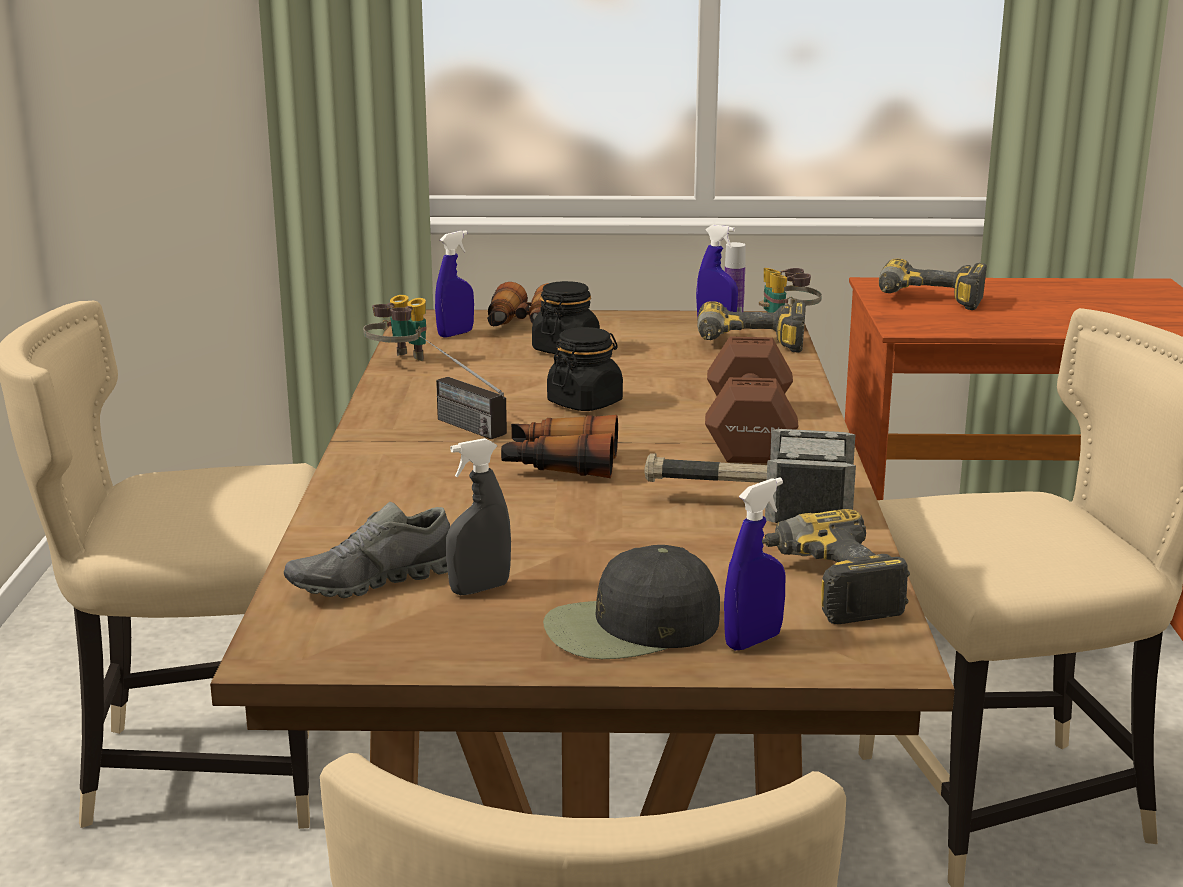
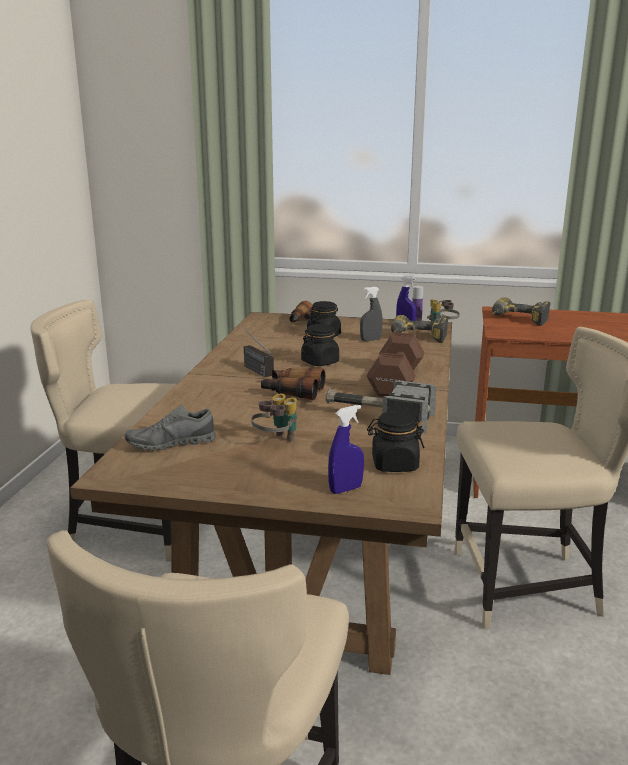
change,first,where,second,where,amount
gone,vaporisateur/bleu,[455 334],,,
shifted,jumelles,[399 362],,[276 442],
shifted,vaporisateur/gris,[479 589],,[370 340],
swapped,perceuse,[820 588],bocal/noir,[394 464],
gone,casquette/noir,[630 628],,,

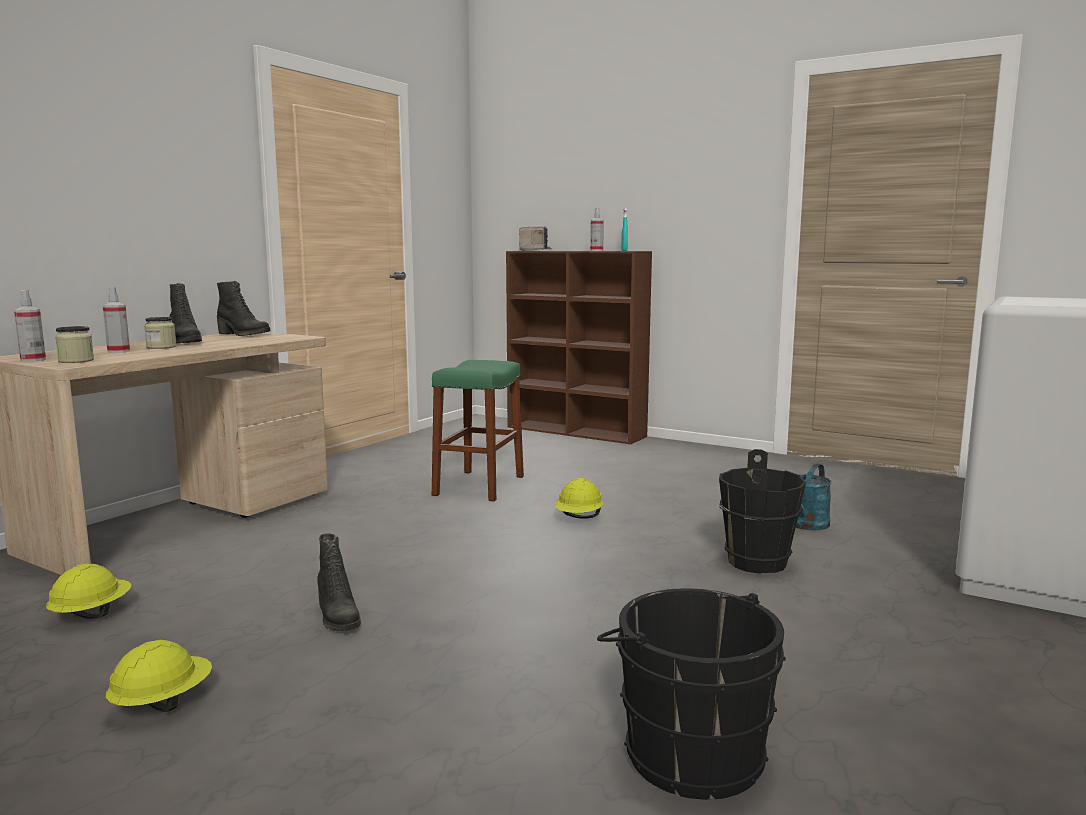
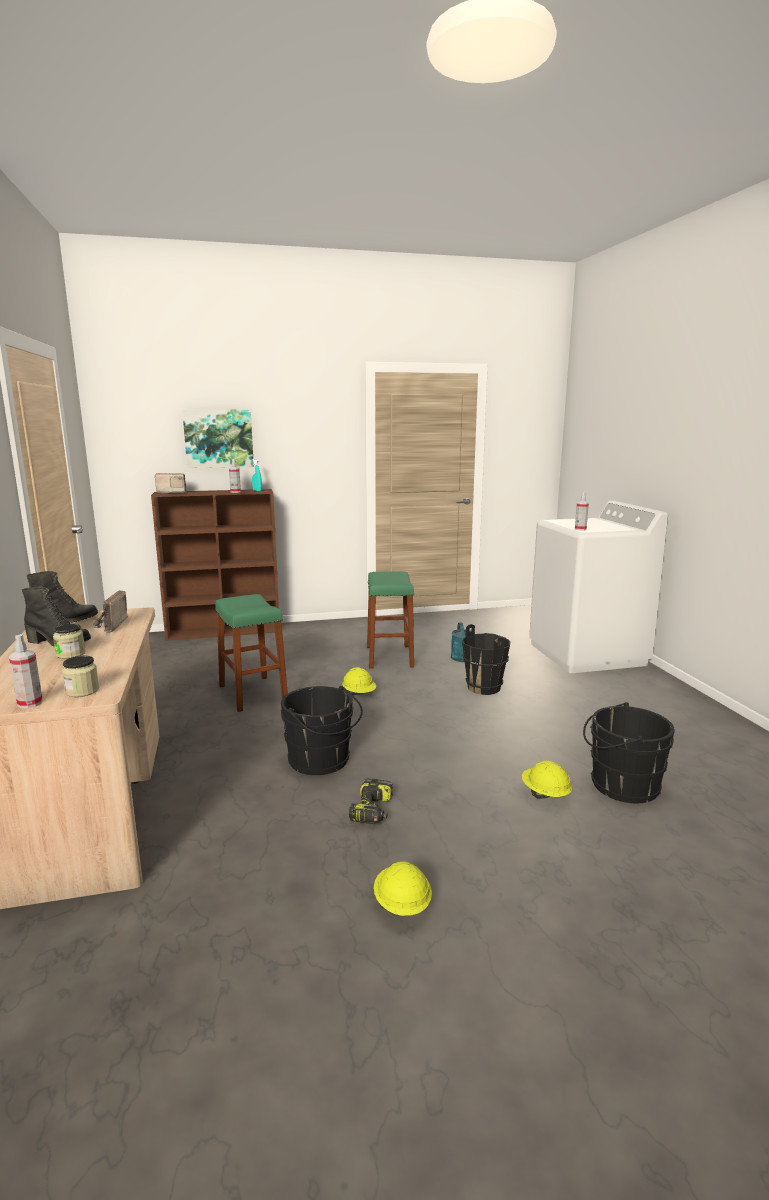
change,first,where,second,where,amount
shifted,vaporisateur,[118 351],,[580 529],
swapped,botte/noir,[337 618],perceuse,[373 811],
shifted,casque de chantier/jaune,[91 614],,[545 794],
new,,,tableau,[218 438],
new,,,tabouret/vert,[389 656],
new,,,radio,[109 626],
new,,,seau/noir,[321 761],

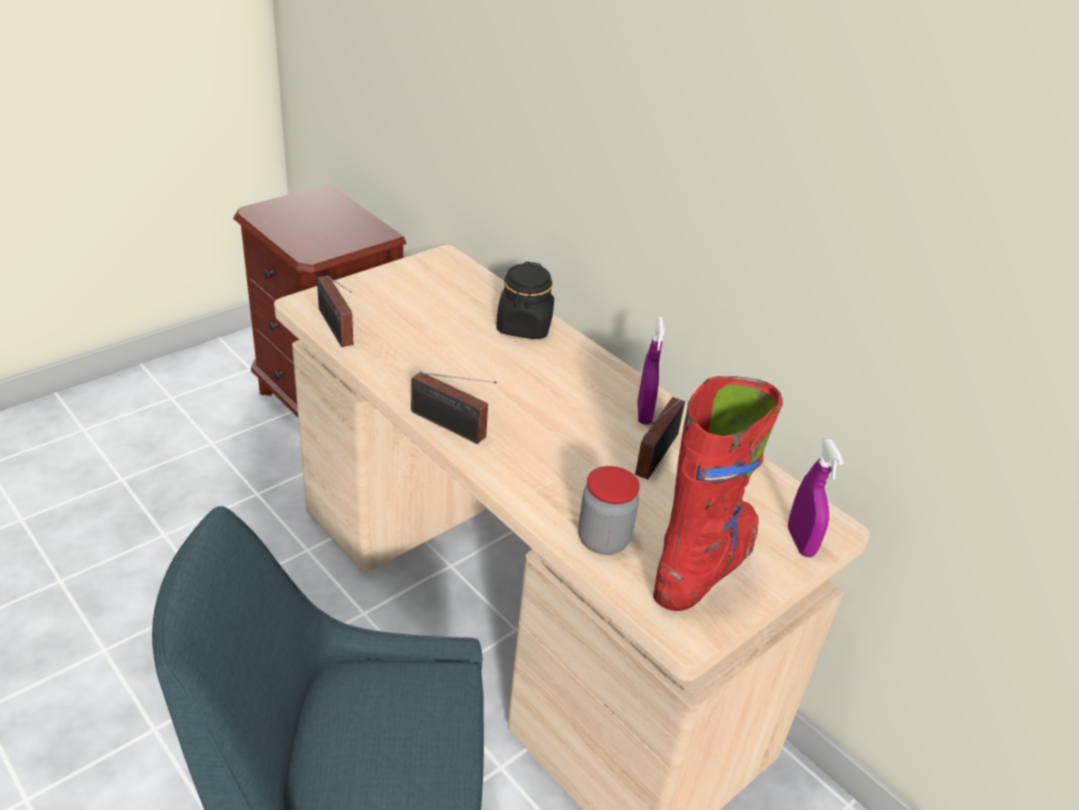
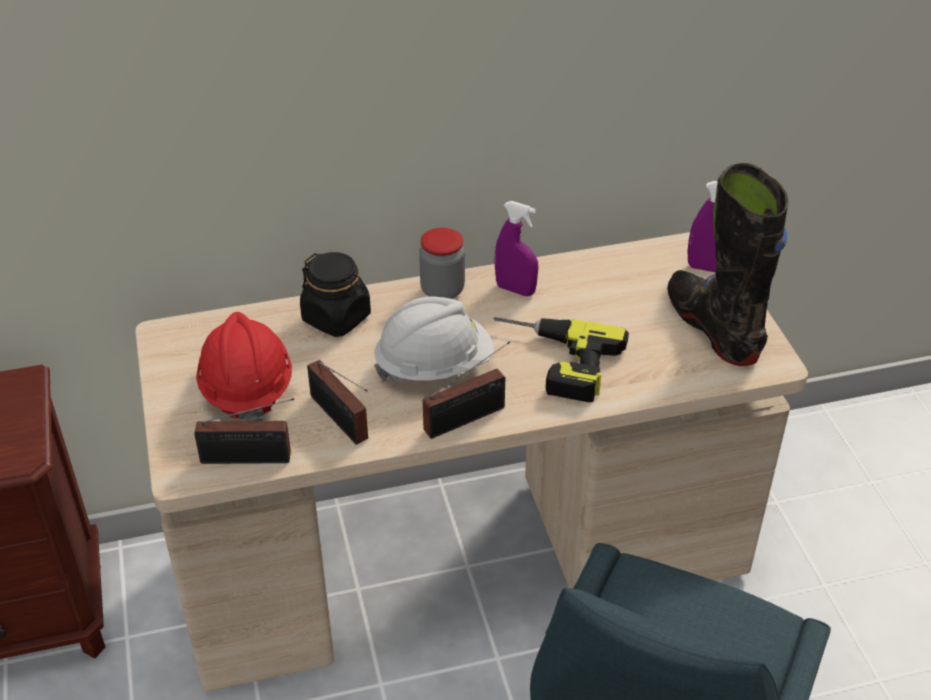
change,first,where,second,where,amount
repainted,botte/rouge,[704 567],botte/noir,[713 328],
shifted,radio,[654 456],,[340 420],
shifted,bocal,[603 540],,[442 290],
new,,,casque de chantier/blanc,[434 365],
new,,,casque de chantier/rouge,[246 388],
new,,,perceuse,[551 362],

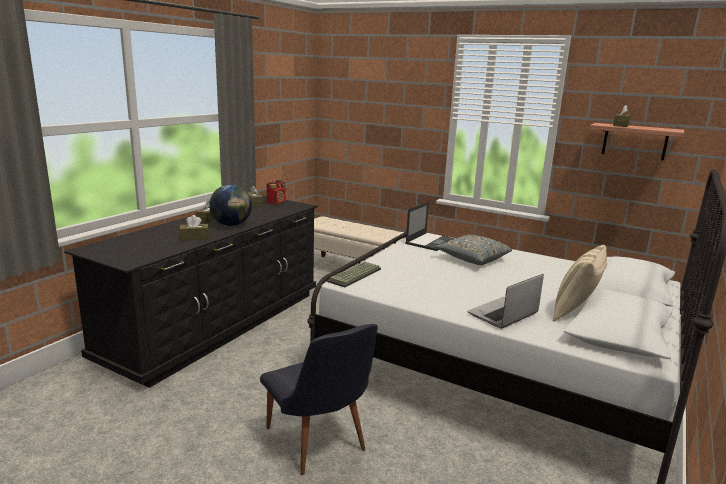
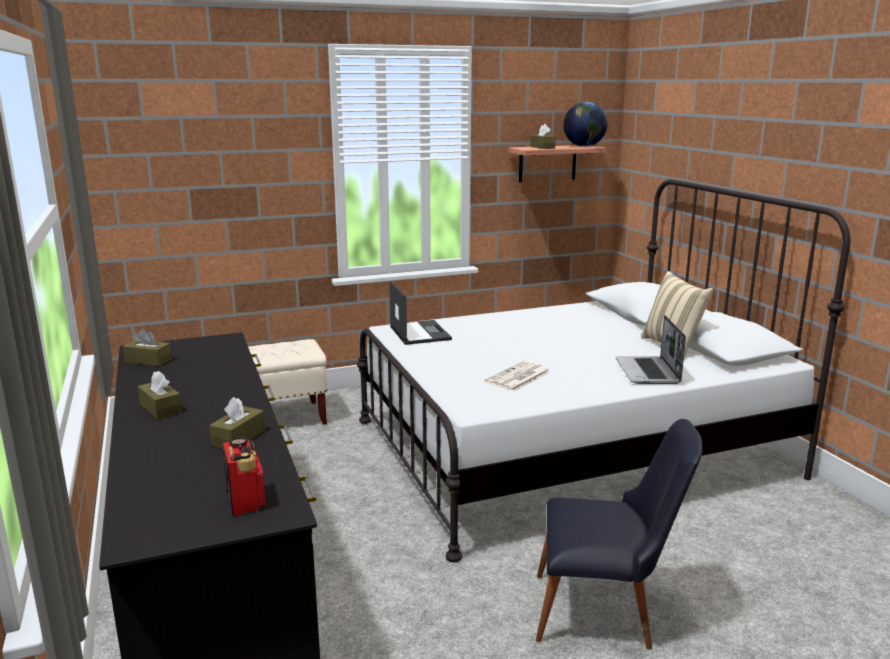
change,first,where,second,where,amount
shifted,radio,[276 202],,[245 501],
shifted,globe,[231 225],,[584 146],
gone,coussin/gris,[472 259],,,
gone,clavier,[355 275],,,
new,,,journal,[518 378],

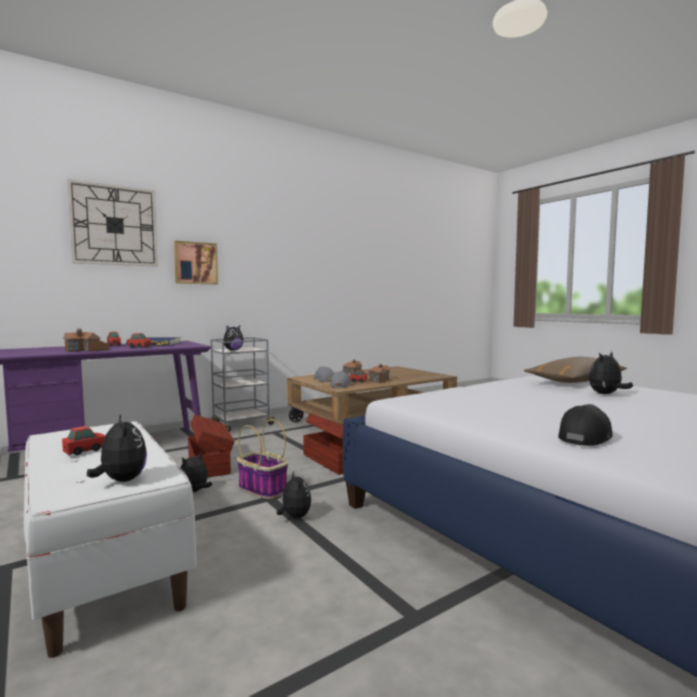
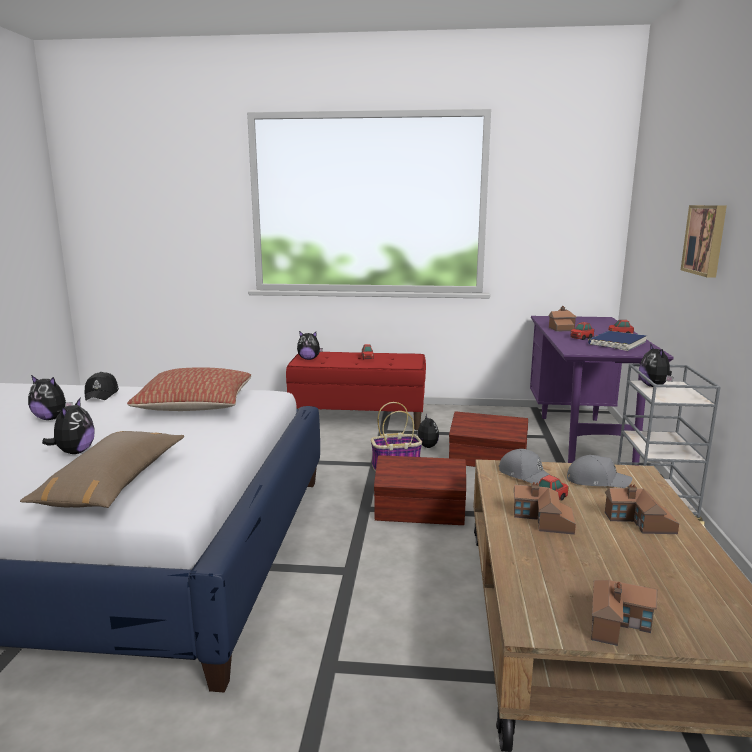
change,first,where,second,where,amount
gone,horloge murale,[114 225],,,
repainted,banc/blanc,[102 564],banc/rouge,[358 418],
shifted,peluche,[294 516],,[51 418],
new,,,coussin,[195 405],
new,,,maison miniature,[619 622],

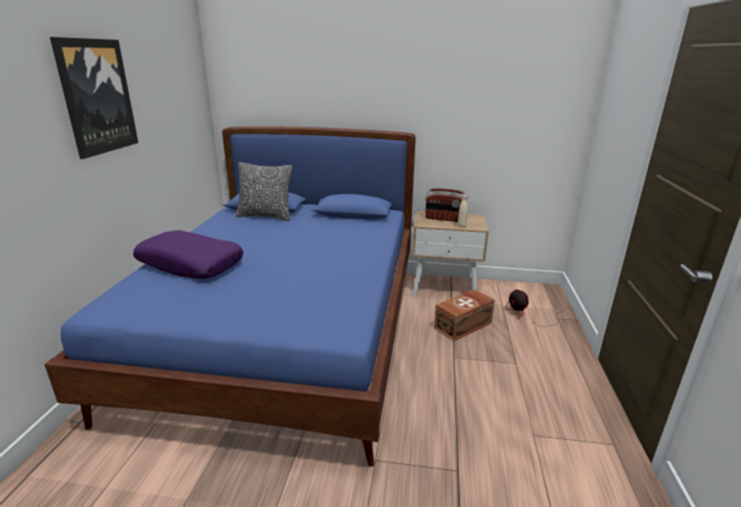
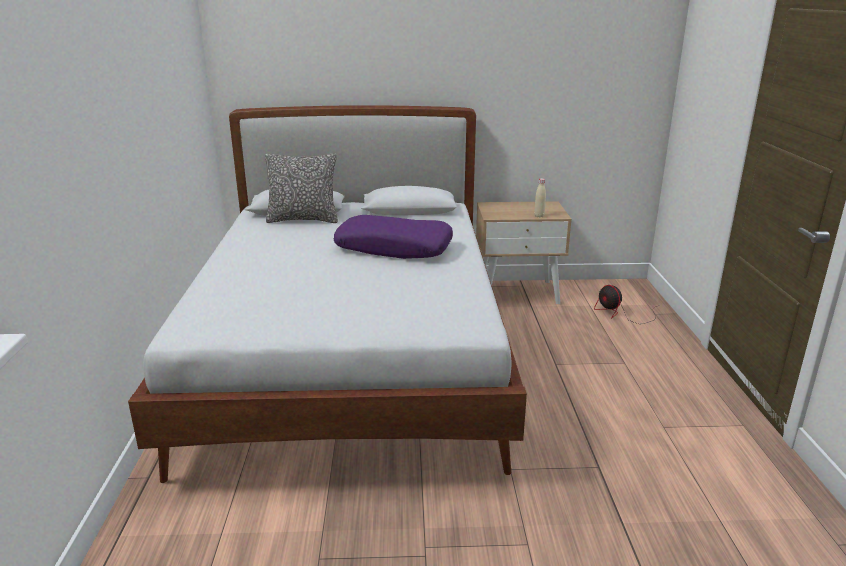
change,first,where,second,where,amount
gone,tableau,[97 97],,,
repainted,lit/bleu,[287 334],lit/blanc,[352 360],
gone,radio,[444 219],,,
shifted,coussin/violet,[191 264],,[394 248],
gone,boîte de rangement/marron,[464 325],,,

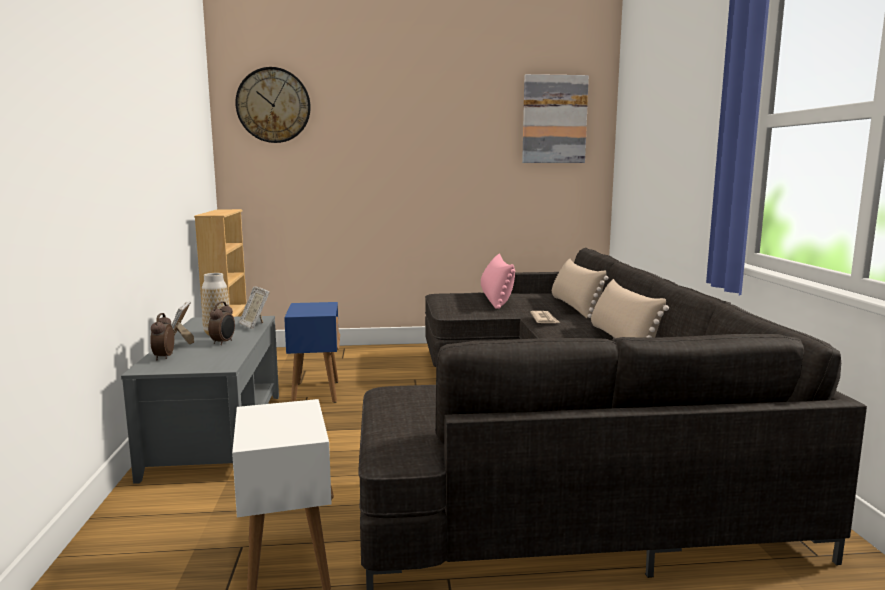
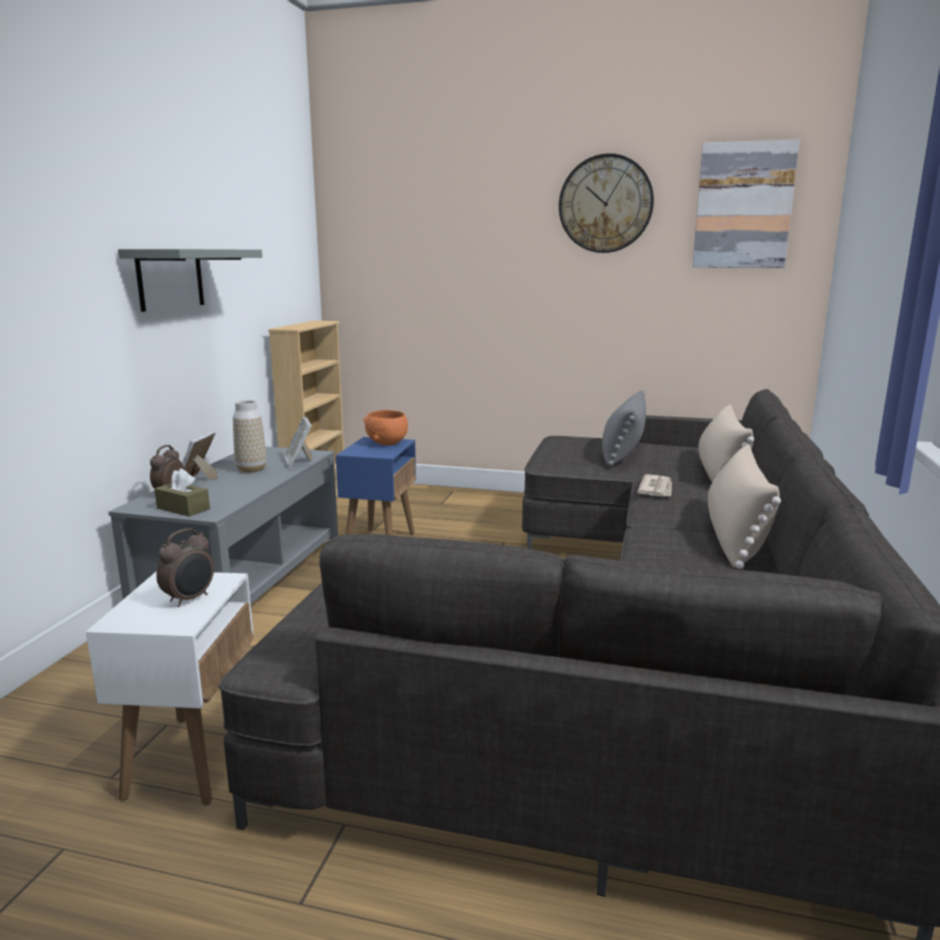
change,first,where,second,where,amount
shifted,horloge murale,[273 105],,[605 204],
repainted,coussin/rose,[496 299],coussin/gris,[622 451],
shifted,réveil,[223 342],,[190 599],
new,,,étagère/gris,[170 278],
new,,,bol/orange,[387 443],
new,,,boîte à mouchoirs/marron,[183 508],

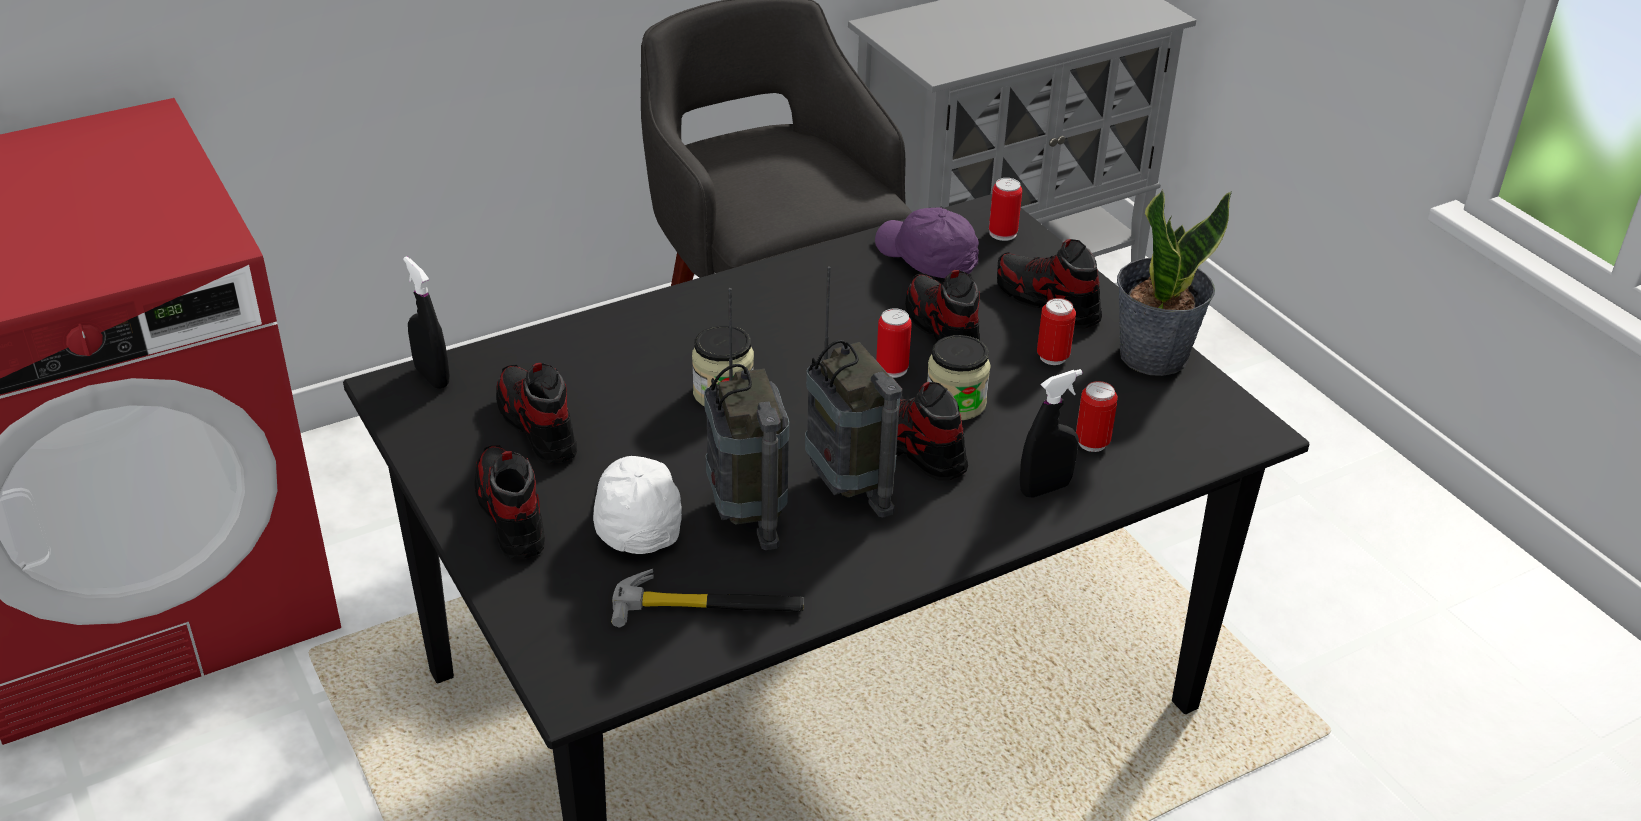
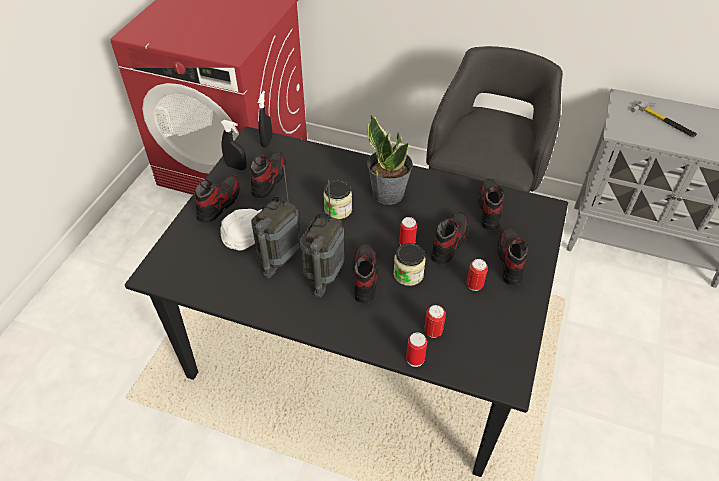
change,first,where,second,where,amount
shifted,boîte métallique,[1002 233],,[415 359],
shifted,plante en pot,[1152 354],,[388 193],
swapped,casquette/violet,[926 259],chaussure,[489 209],
shifted,vaporisateur/noir,[1045 488],,[236 167],
shifted,marteau,[709 605],,[664 121],

